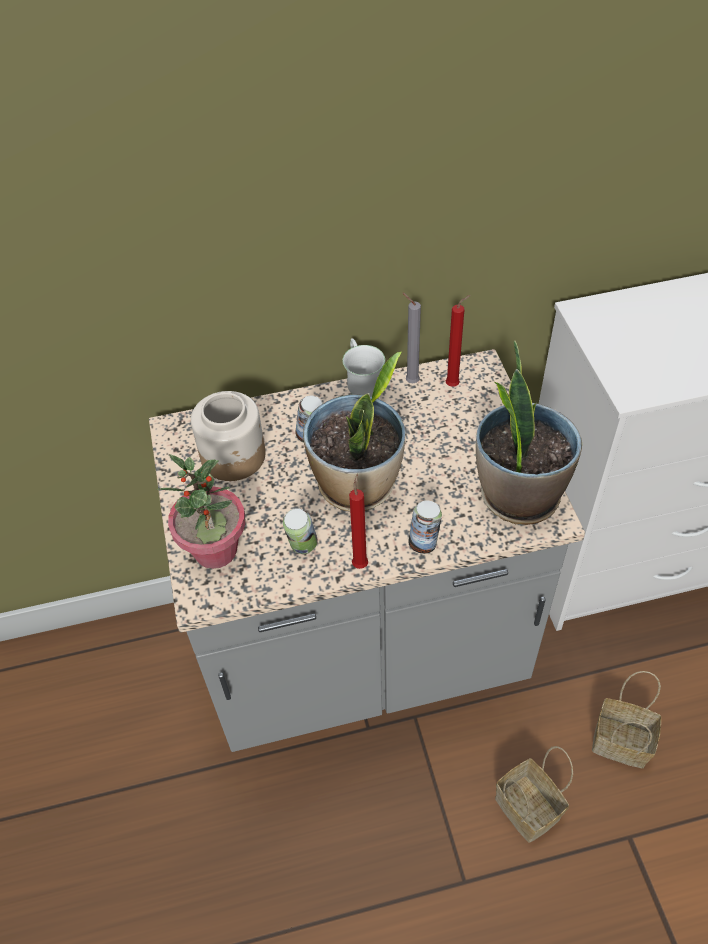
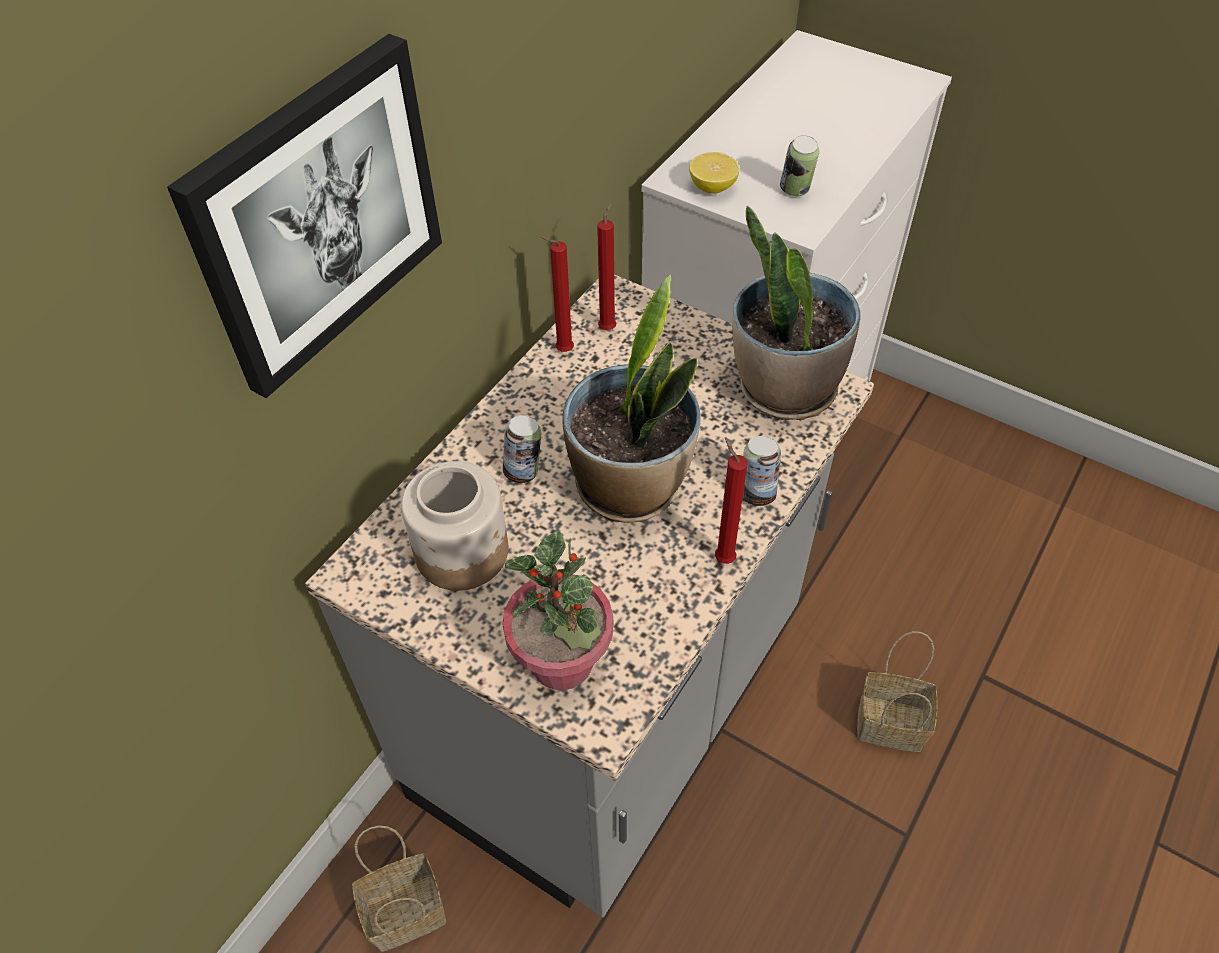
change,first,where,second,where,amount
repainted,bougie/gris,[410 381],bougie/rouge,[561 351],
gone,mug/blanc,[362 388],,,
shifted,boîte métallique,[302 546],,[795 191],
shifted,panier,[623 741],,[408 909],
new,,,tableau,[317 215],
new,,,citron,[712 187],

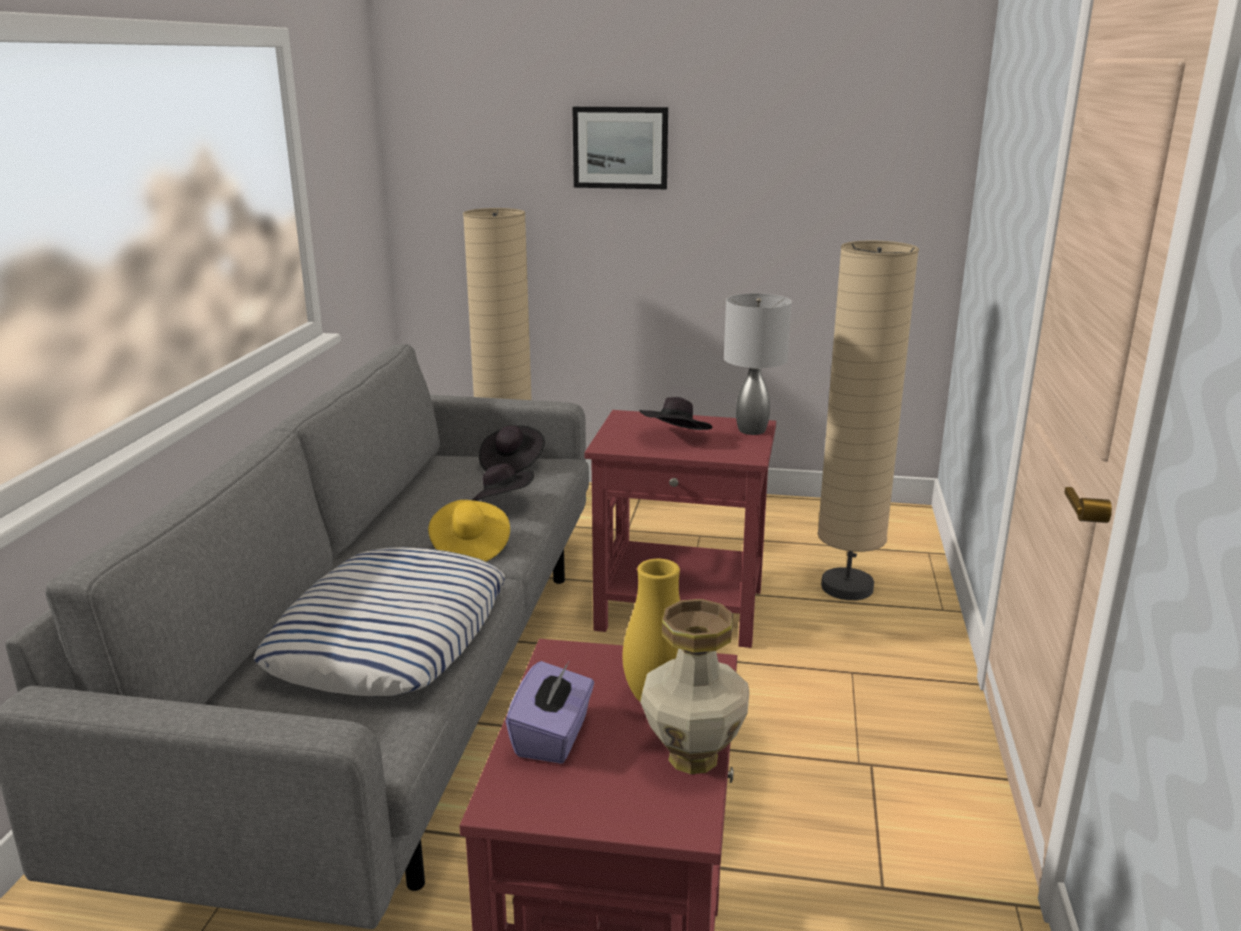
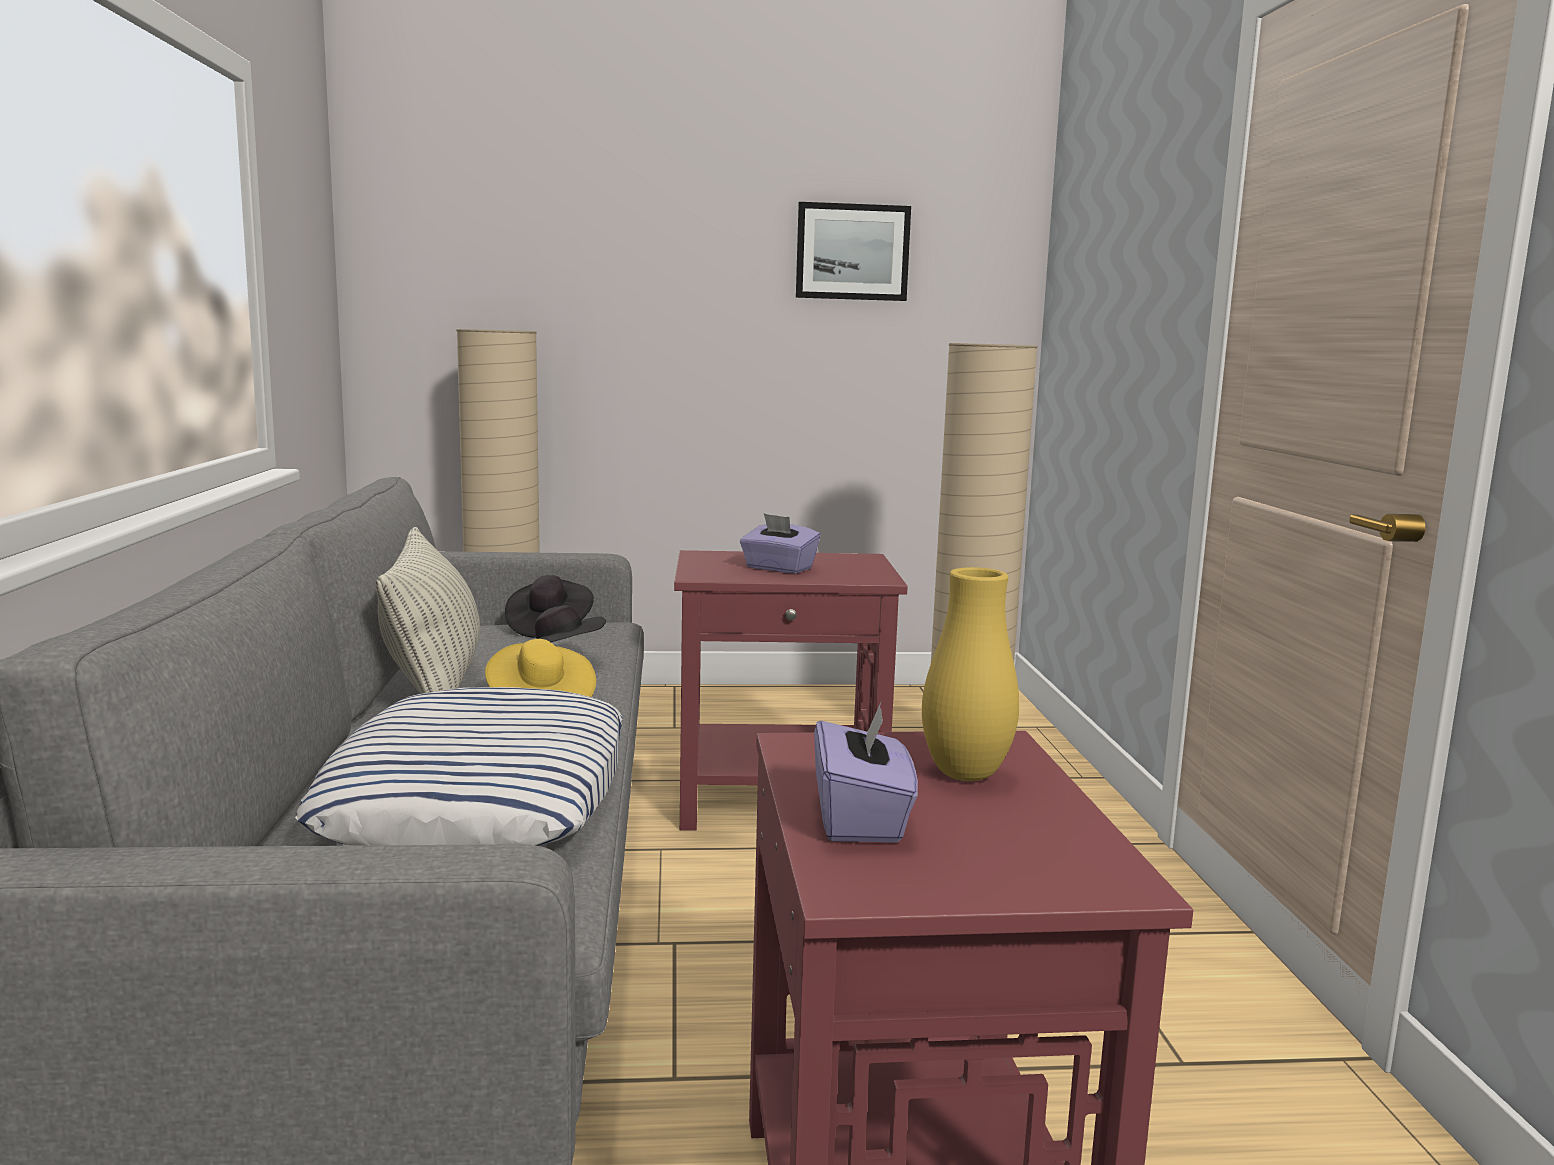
change,first,where,second,where,amount
shifted,tableau,[620 147],,[852 252],
gone,lampe de table/gris,[751 430],,,
swapped,chapeau/noir,[675 438],boîte à mouchoirs/violet,[778 568],
gone,vase,[692 758],,,
new,,,coussin,[432 684],

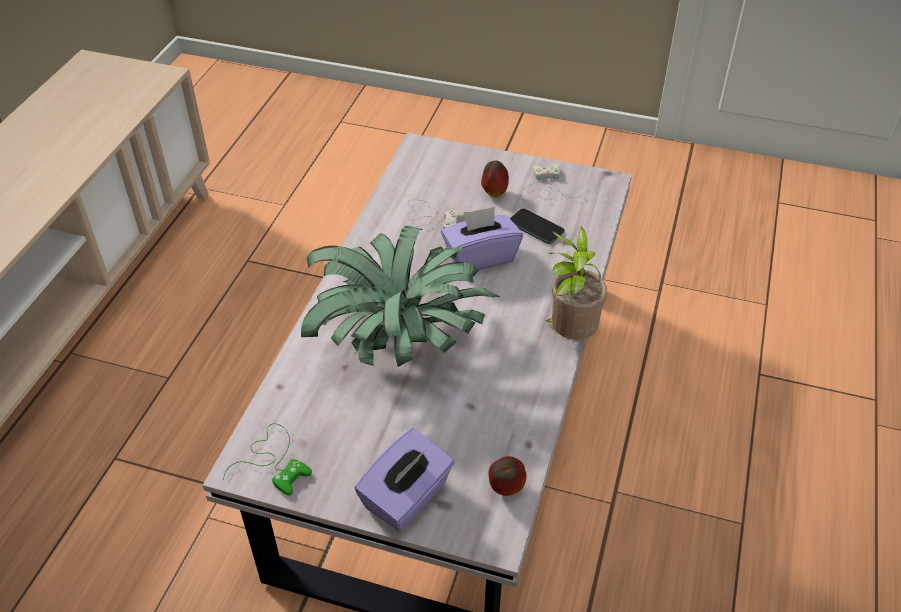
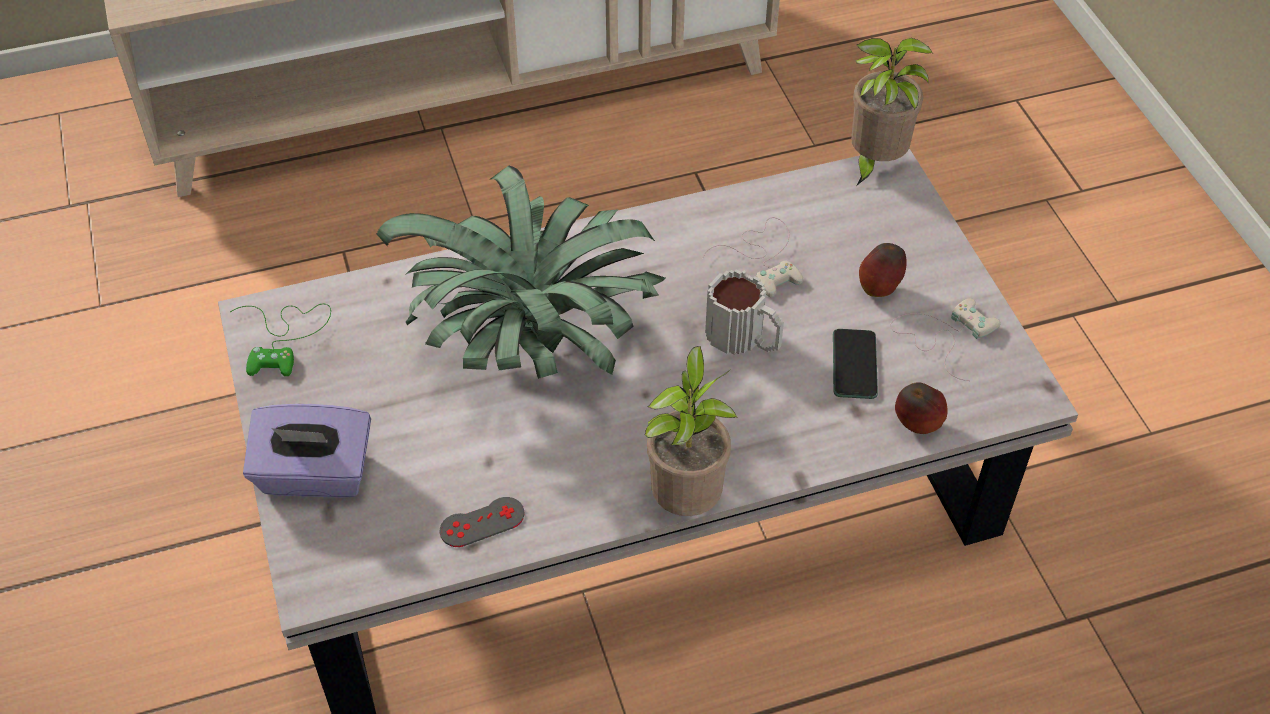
change,first,where,second,where,amount
swapped,boîte à mouchoirs/violet,[480 256],mug,[744 338],
shifted,pomme,[505 489],,[917 426],
new,,,plante en pot,[874 163],
new,,,manette/gris,[482 522],

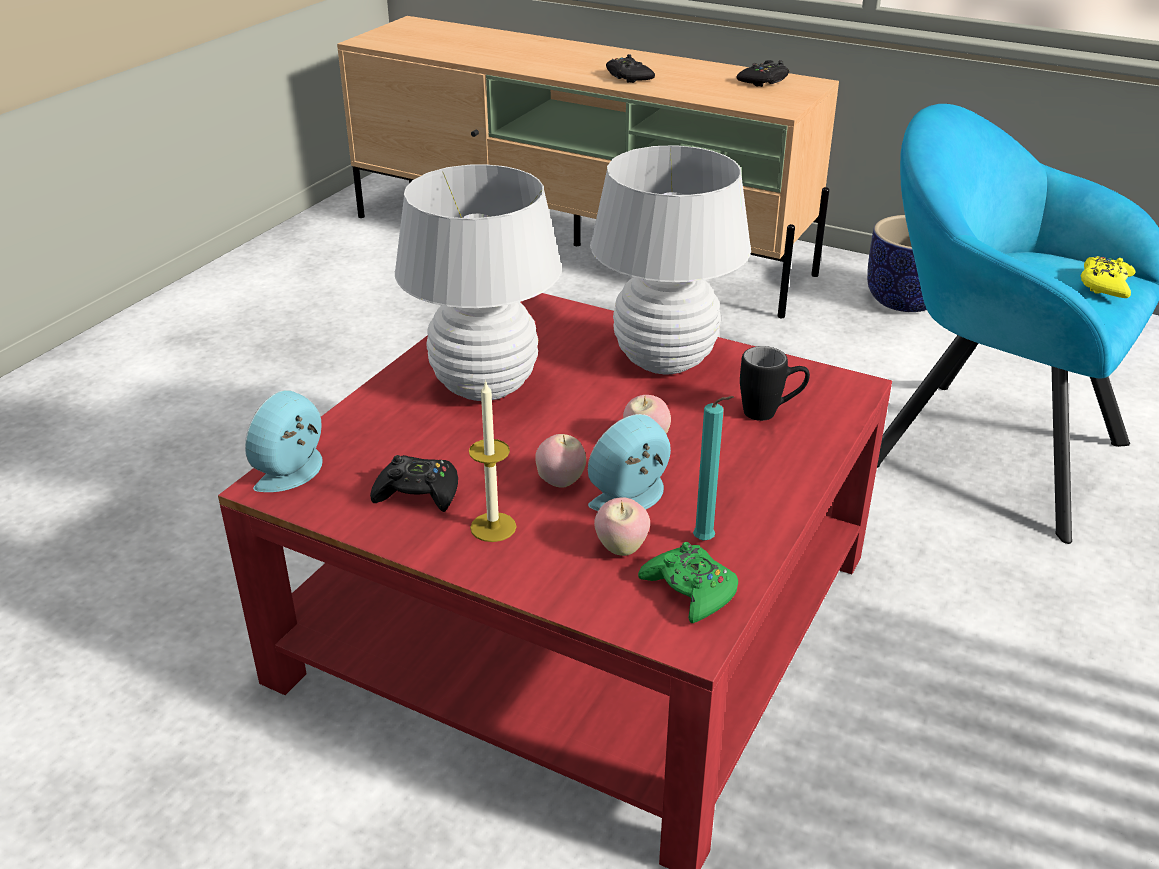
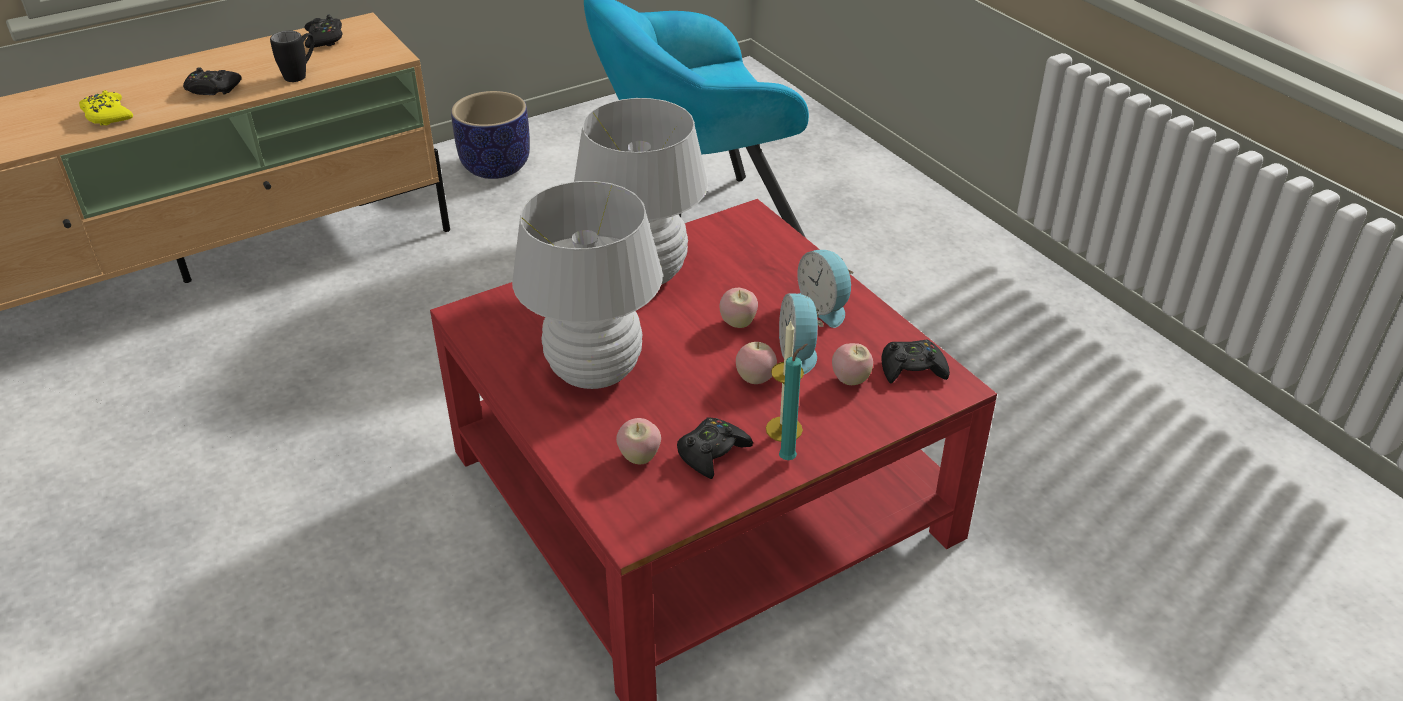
change,first,where,second,where,amount
shifted,manette/jaune,[1105 285],,[107 115],
shifted,mug/noir,[770 413],,[301 74],
shifted,réveil,[295 472],,[825 307],
shifted,bougie/turquoise,[707 541],,[790 458],
repainted,manette/vert,[690 590],manette/noir,[912 368],
new,,,pomme,[639 457],

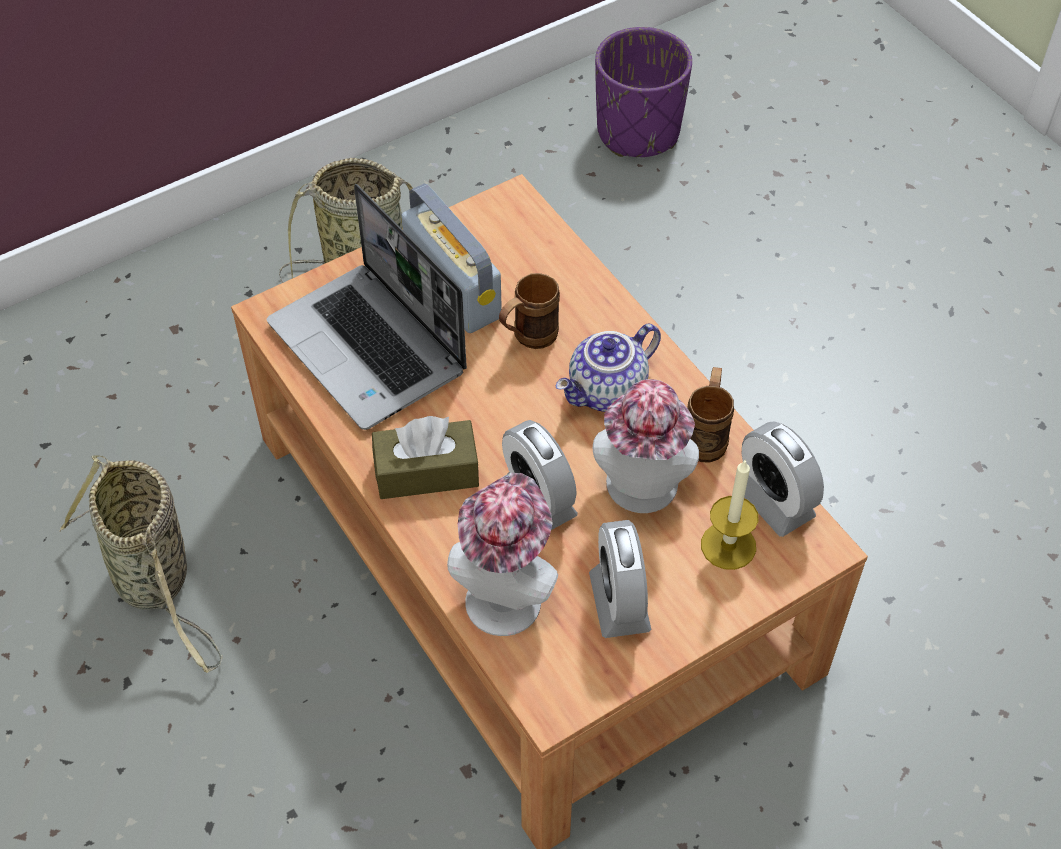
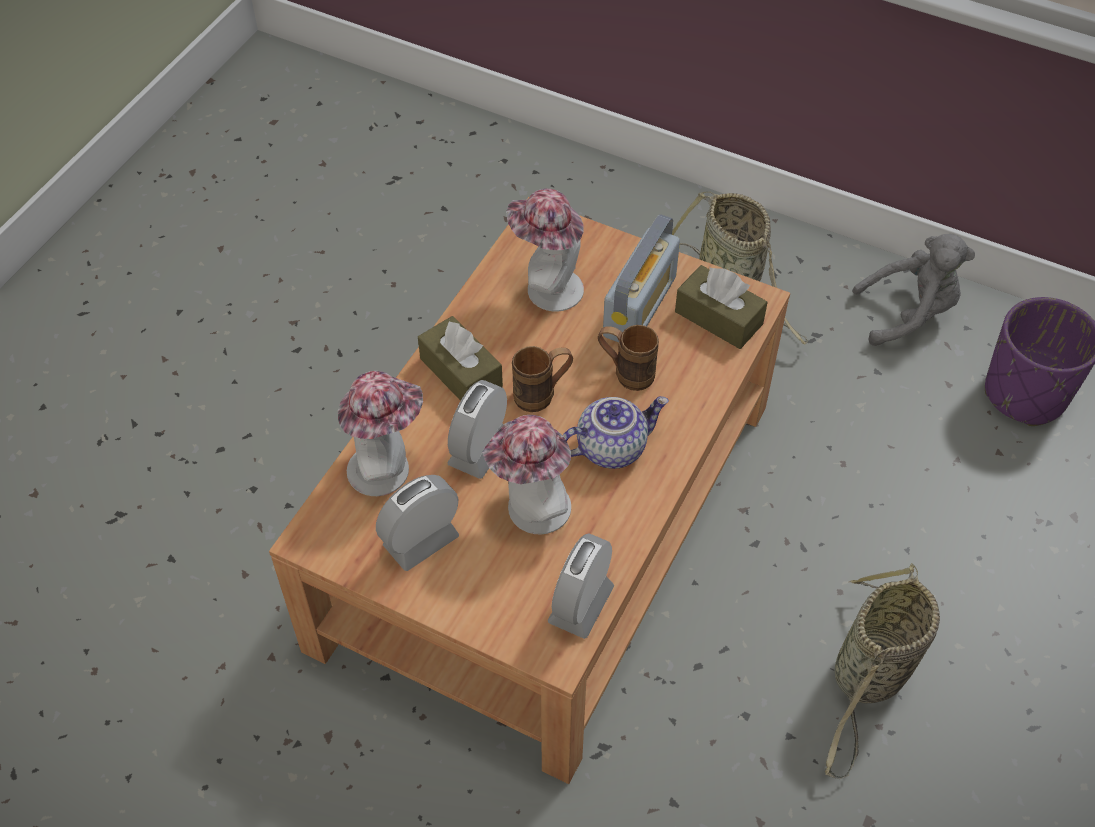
change,first,where,second,where,amount
swapped,ordinateur portable,[370 348],chapeau,[547 288],
rotated,théière,[608 392],,[611 447],135 degrees clockwise
shifted,mug/marron,[707 435],,[542 395],
shifted,panier,[156 581],,[868 679],
gone,bougie,[728 545],,,
new,,,peluche/gris,[909 314],
new,,,boîte à mouchoirs/marron,[718 318],

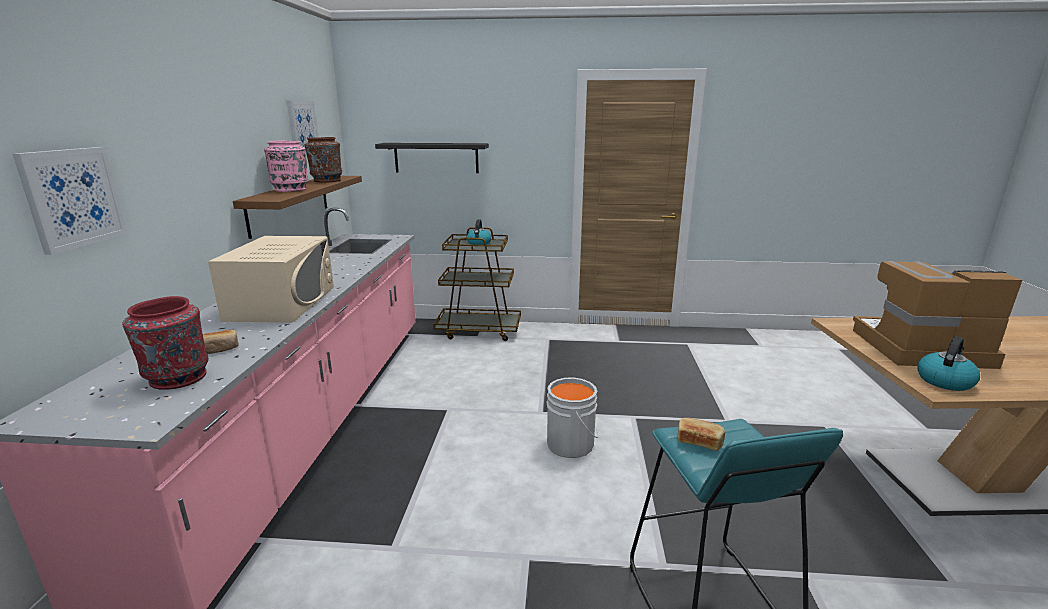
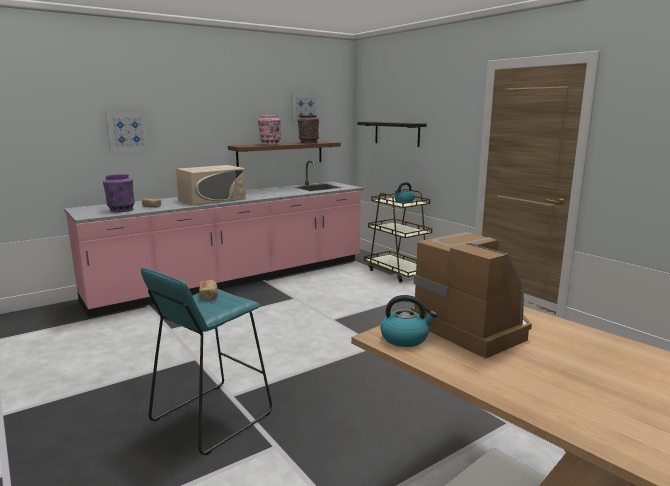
change,first,where,second,where,amount
repainted,vase/rouge,[177 378],vase/violet,[121 210],
gone,seau/gris,[573 444],,,

